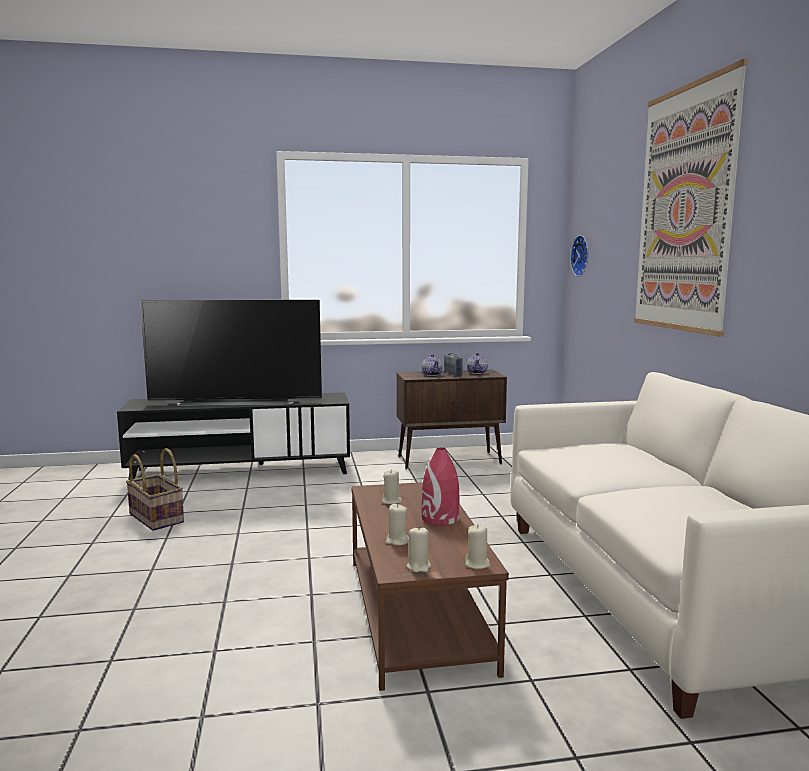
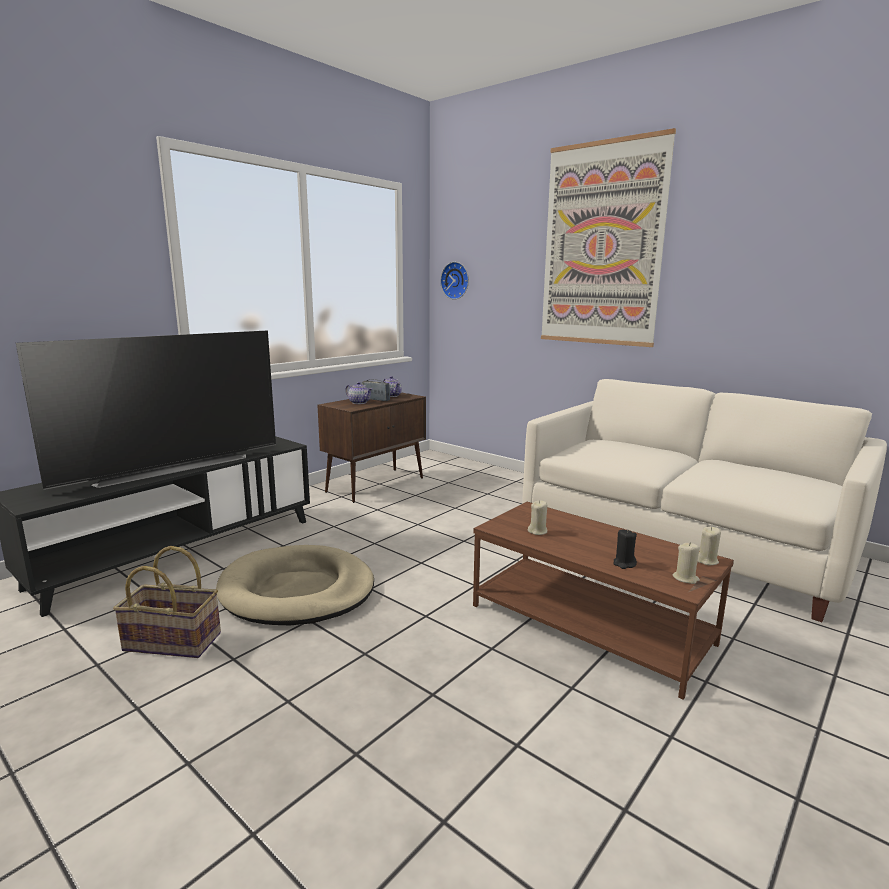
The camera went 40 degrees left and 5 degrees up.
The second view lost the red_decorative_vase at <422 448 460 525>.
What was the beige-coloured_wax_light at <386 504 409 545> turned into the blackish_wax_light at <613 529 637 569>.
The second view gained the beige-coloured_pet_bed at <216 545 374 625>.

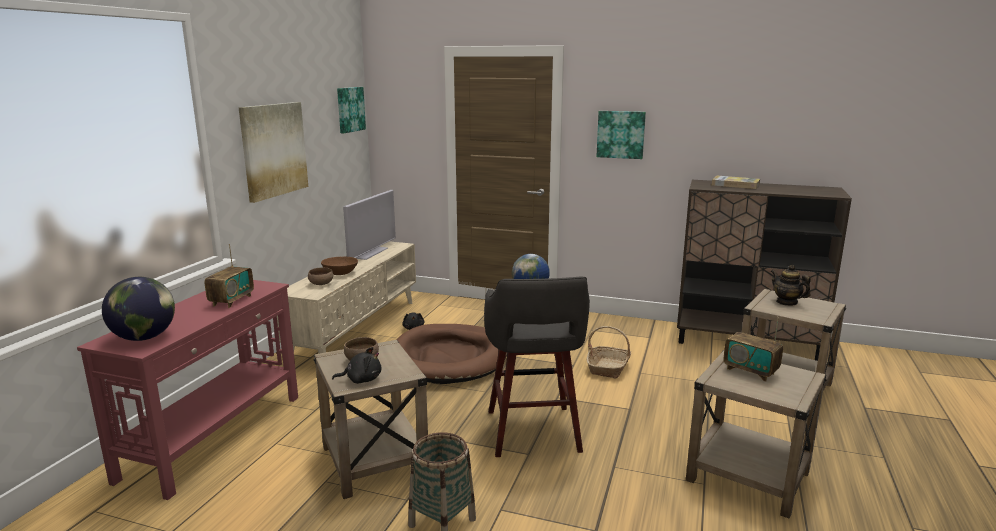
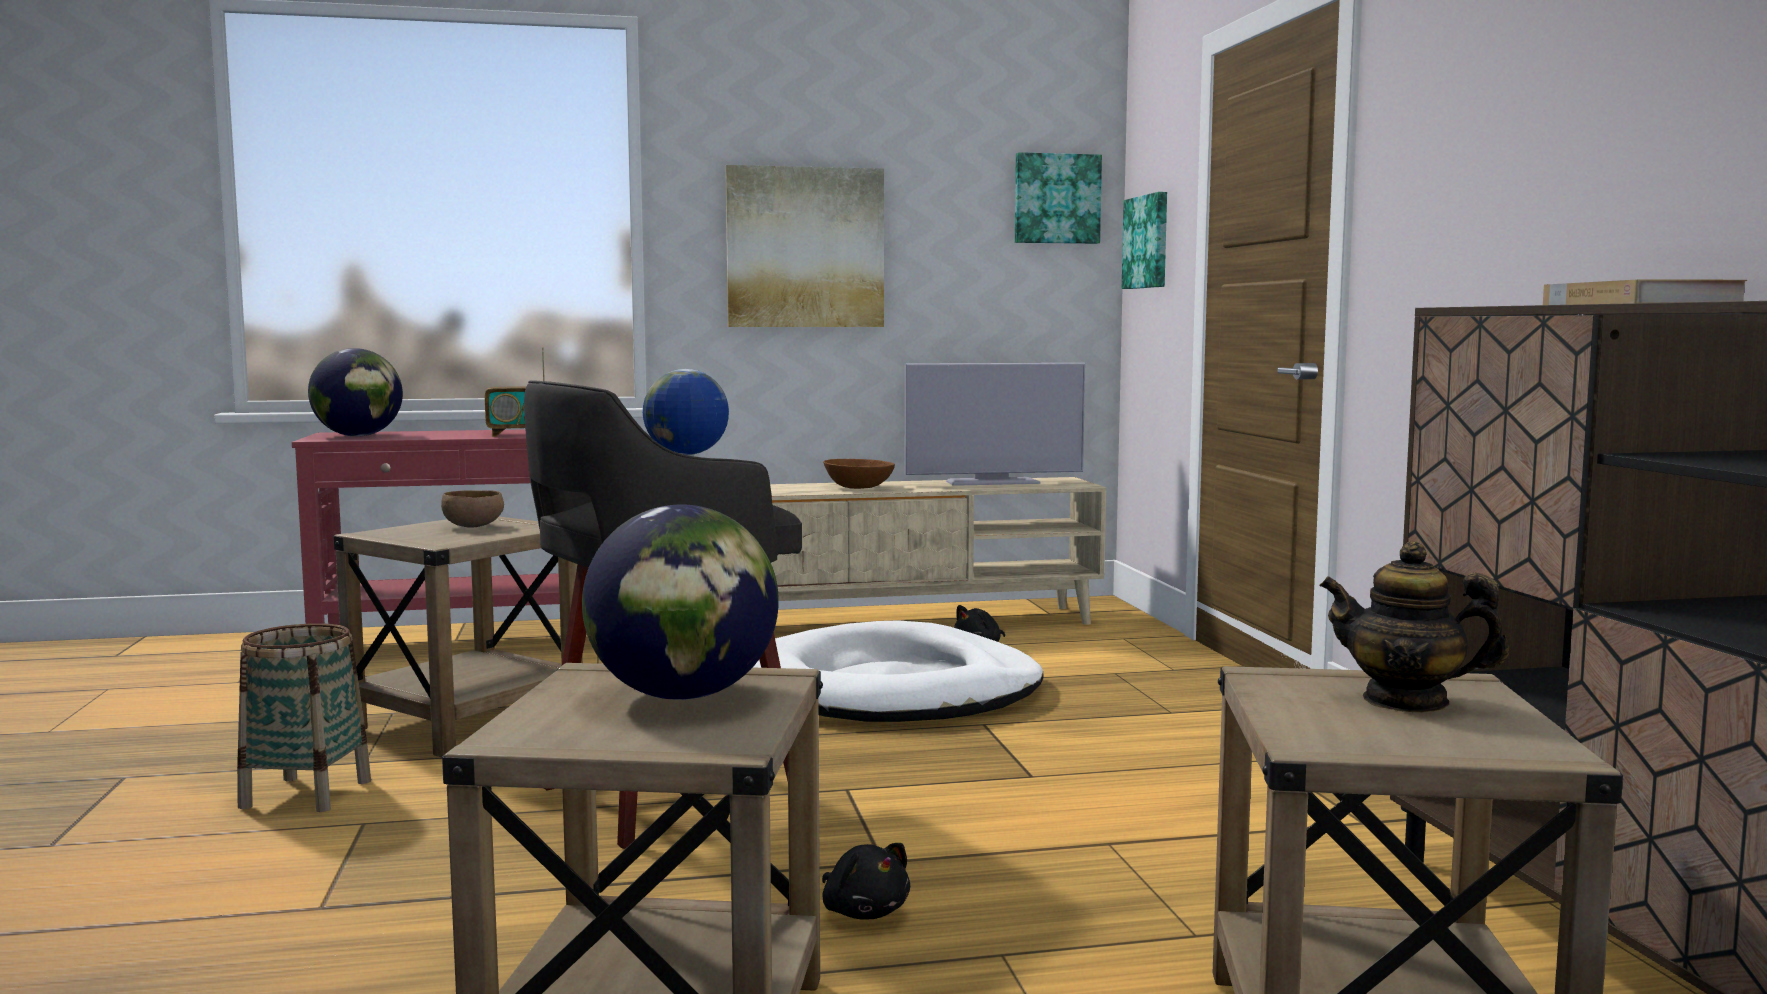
The camera went 60 degrees right and 10 degrees down.
The picture ended up elsewhere, having gone from <596 111 646 159> to <1122 192 1167 289>.
The teapot at <771 265 811 306> ended up facing another way, 90 degrees counterclockwise from before.
The second view lost the brown_deep_dish at <308 268 333 285>.
Where the radio_receiver stood at <723 317 783 381>, the desk_globe came to stand at <582 504 779 700>.
What was the brown_pet_bed at <397 324 507 384> turned into the white-coloured_pet_bed at <753 620 1043 722>.
The second view lost the storage_basket at <587 326 632 378>.
The blackish_cuddly_toy ended up elsewhere, having gone from <332 347 381 384> to <822 843 910 920>.

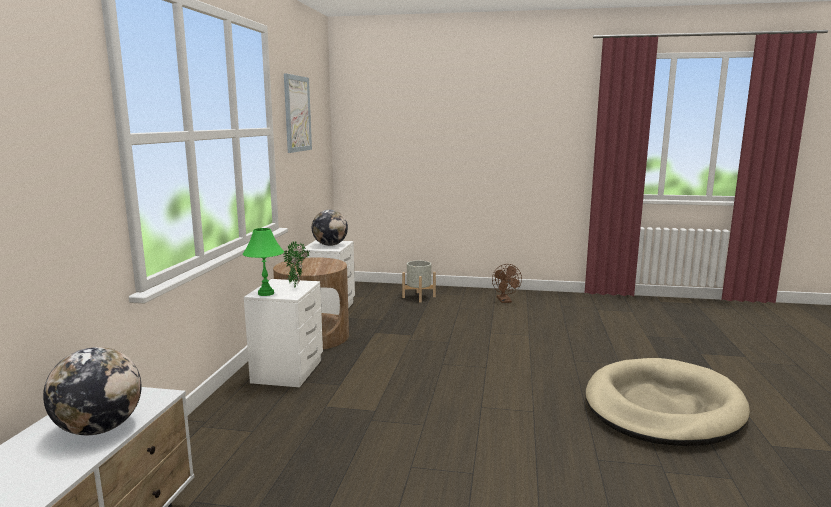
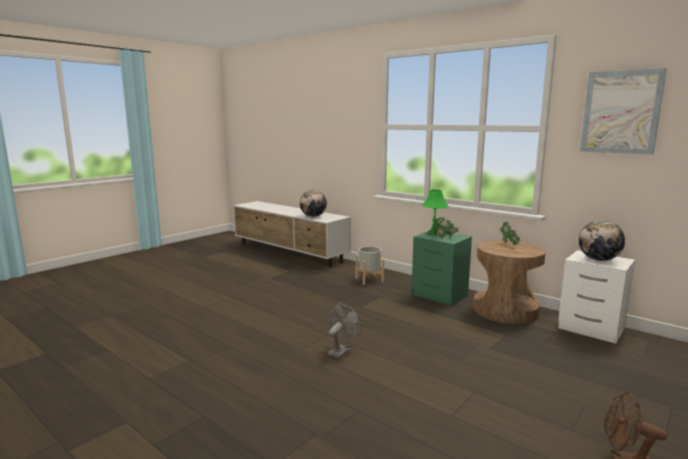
The camera went 120 degrees right and 0 degrees up.
The gray_flower_pot ended up elsewhere, having gone from <402 261 436 303> to <356 247 384 285>.
What was the white-coloured_nightstand at <244 279 323 387> turned into the green_nightstand at <412 231 472 306>.
The second view lost the beige-coloured_pet_bed at <586 358 750 446>.
The second view gained the gray_fan at <328 304 362 359>.

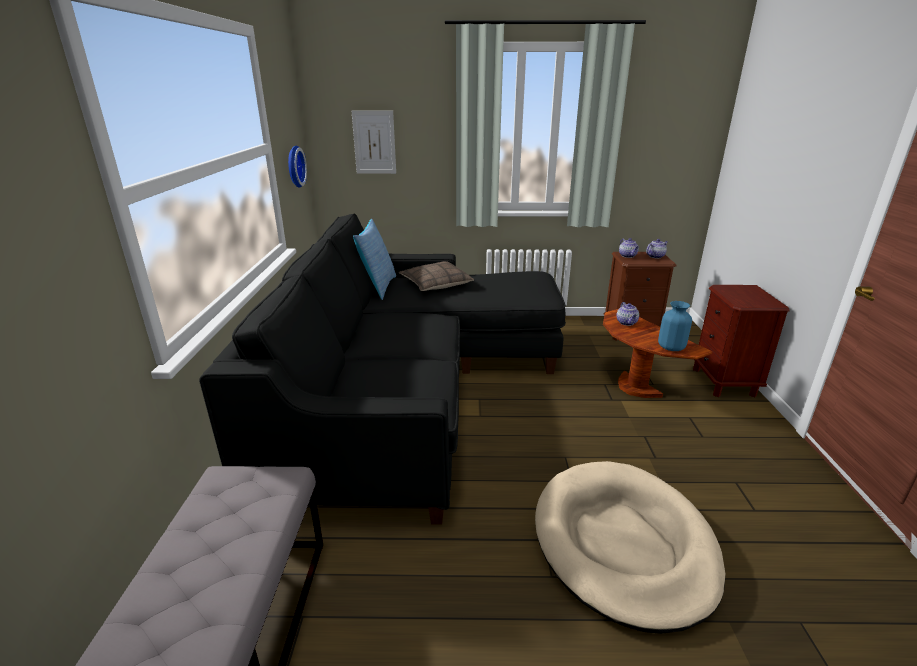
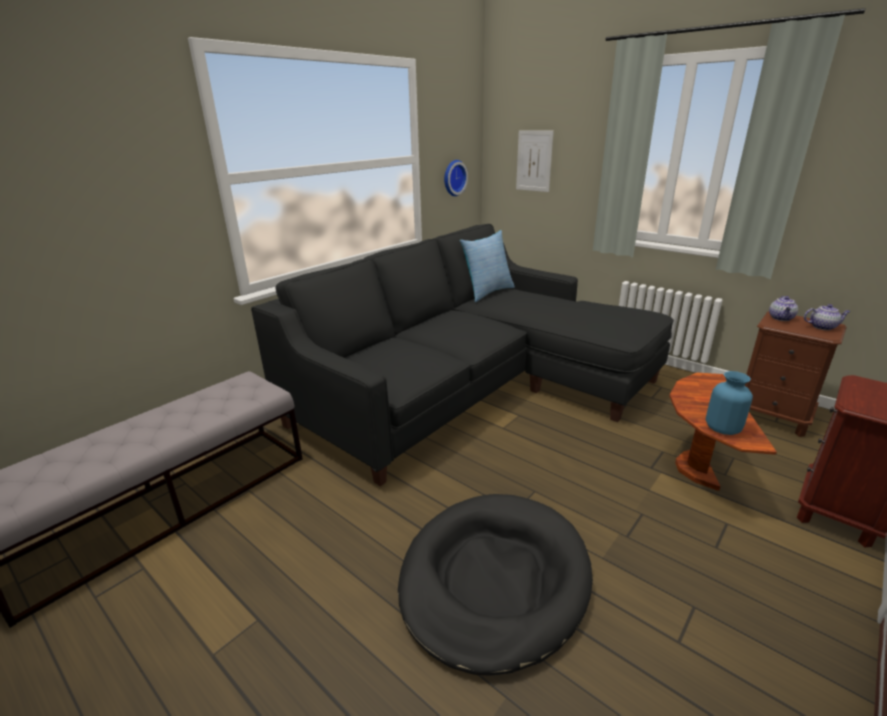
The camera went 40 degrees right and 0 degrees up.
The second view lost the cushion at <399 261 474 291>.
The second view lost the teapot at <616 302 639 326>.
What was the beige-coloured_pet_bed at <535 461 725 634> turned into the blackish_pet_bed at <398 494 593 676>.

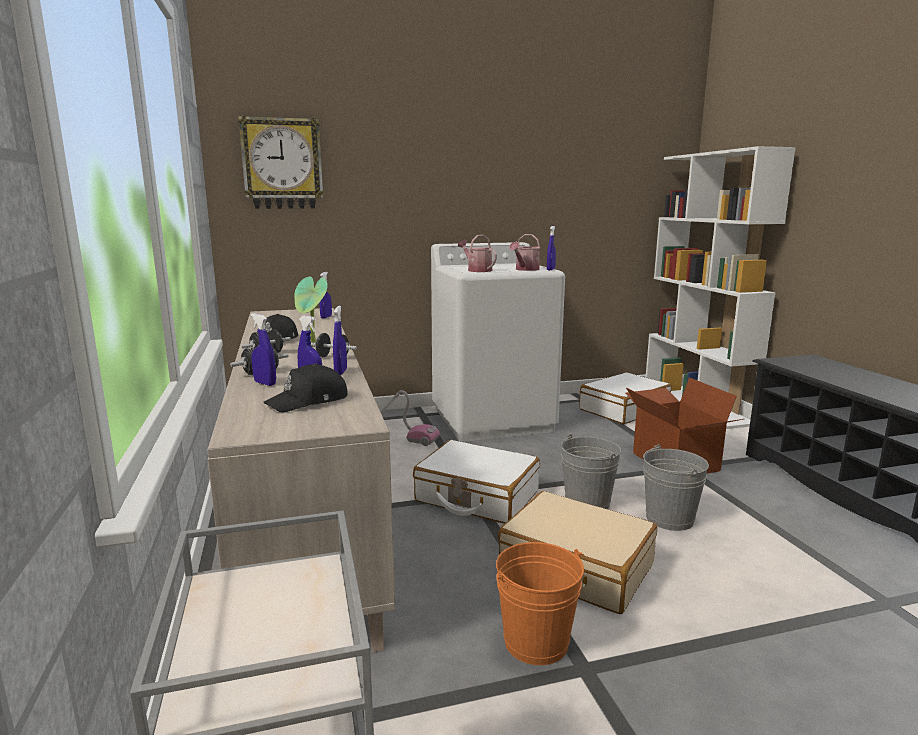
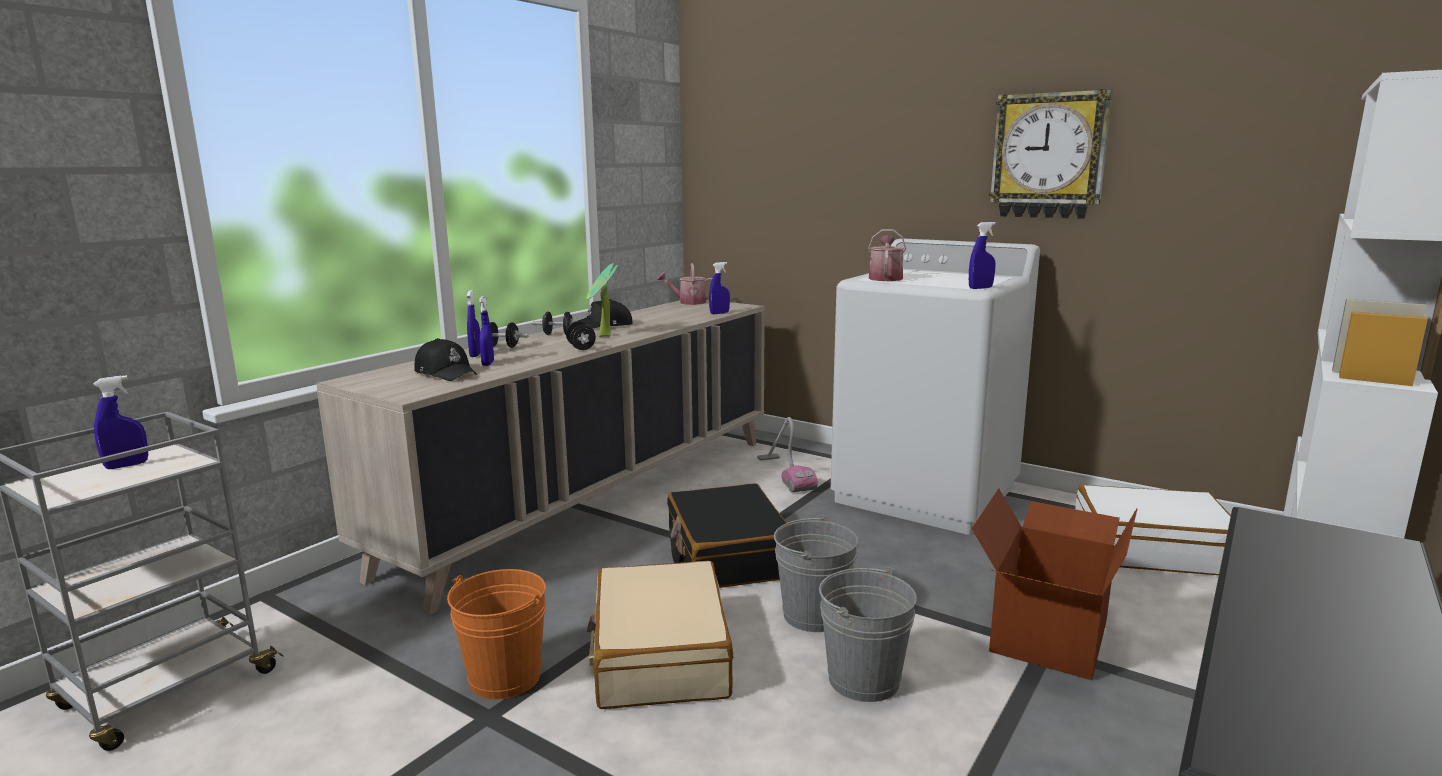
The camera went 50 degrees right and 0 degrees up.
The hanging_clock ended up elsewhere, having gone from <238 116 323 209> to <989 89 1113 219>.
The watering_pot ended up elsewhere, having gone from <509 234 541 271> to <656 263 712 305>.
The blue_sprayer ended up elsewhere, having gone from <333 306 347 375> to <93 375 148 469>.
The blackish_baseball_cap at <263 363 348 412> ended up facing another way, 150 degrees counterclockwise from before.
What was the white-coloured_piece_of_luggage at <413 440 540 524> turned into the blackish_piece_of_luggage at <667 483 787 588>.

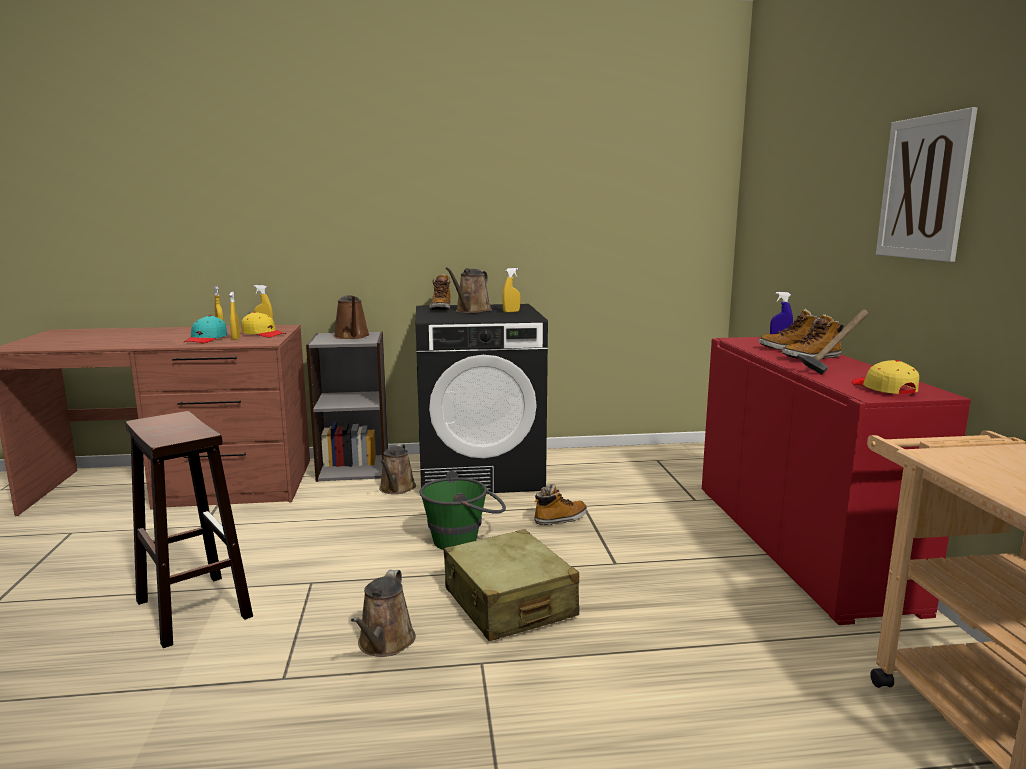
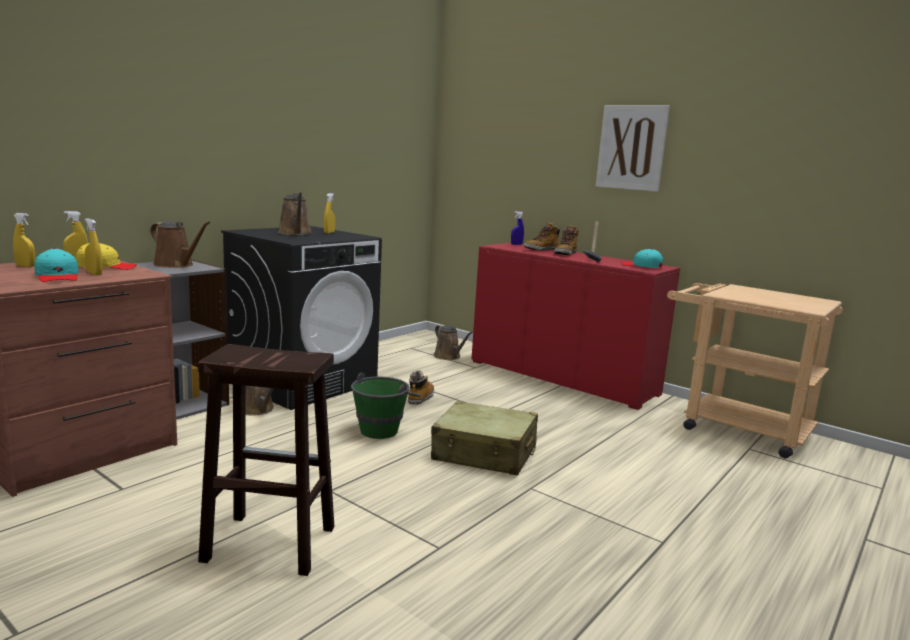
The camera went 45 degrees left and 0 degrees up.
The second view lost the tall_boot at <429 274 451 310>.
What was the yellowish_baseball_cap at <852 360 919 394> turned into the turquoise_baseball_cap at <622 249 663 268>.
The brown_watering_pot ended up elsewhere, having gone from <351 570 416 657> to <434 325 473 360>.

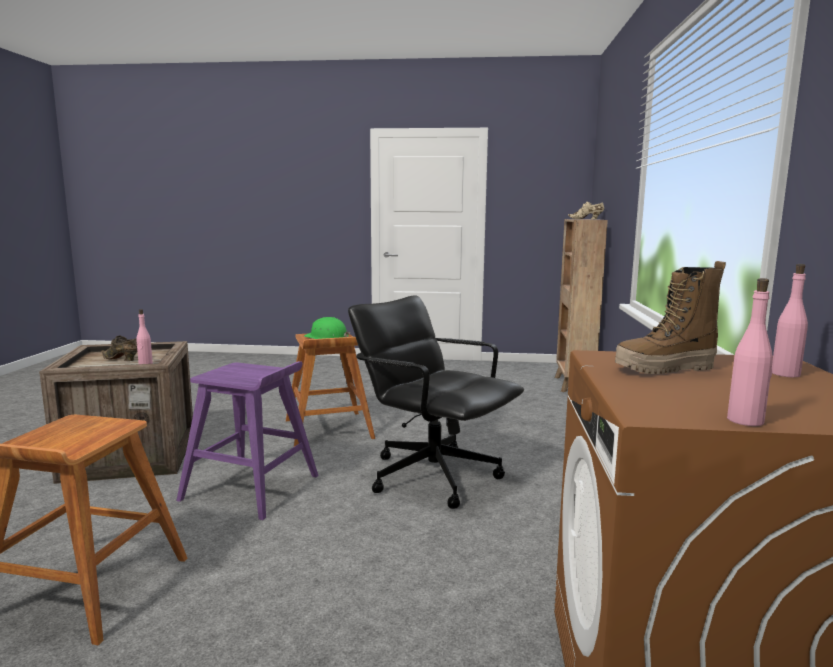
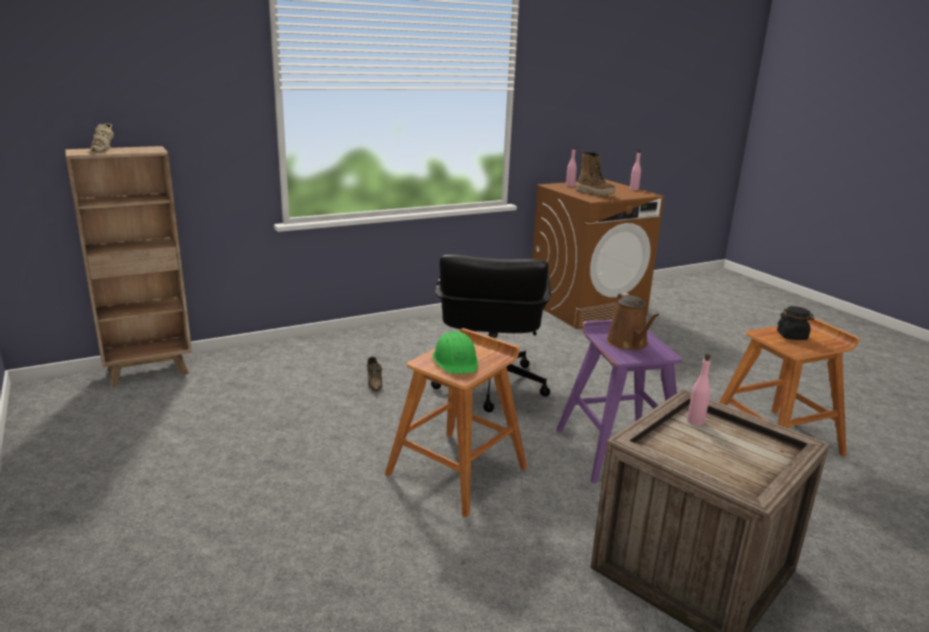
The camera went 125 degrees left and 10 degrees up.
The brown_item_of_footwear ended up elsewhere, having gone from <101 335 137 361> to <367 357 383 392>.
The second view gained the brown_watering_pot at <606 293 659 350>.
The second view gained the blackish_preserve_jar at <777 306 814 340>.

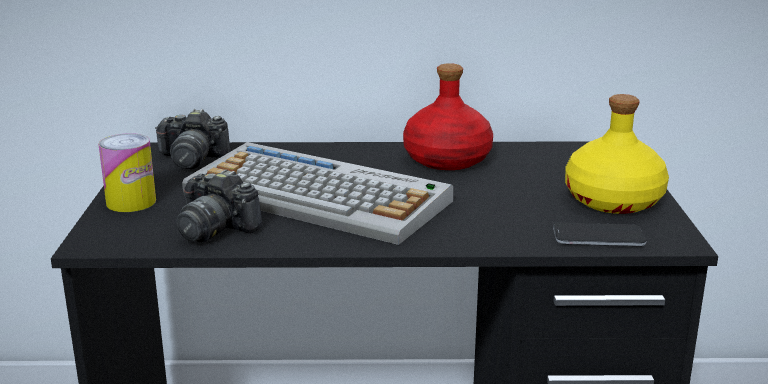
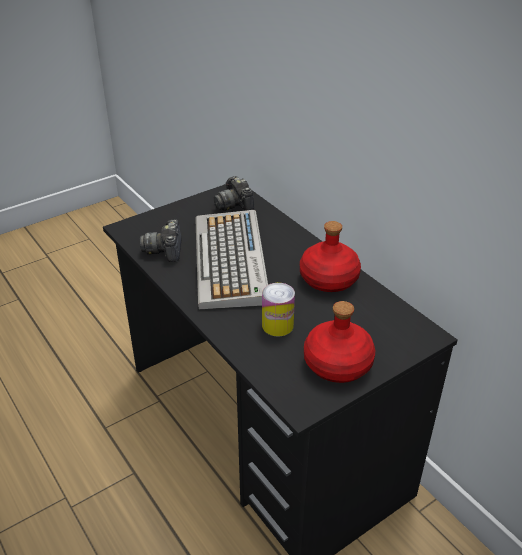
The camera went 55 degrees right and 15 degrees up.
What was the yellowish_drink_bottle at <565 94 669 214> turned into the red_drink_bottle at <304 301 375 383>.
The metal_can ended up elsewhere, having gone from <98 133 156 212> to <262 283 295 336>.
The second view lost the handset at <553 223 646 246>.

